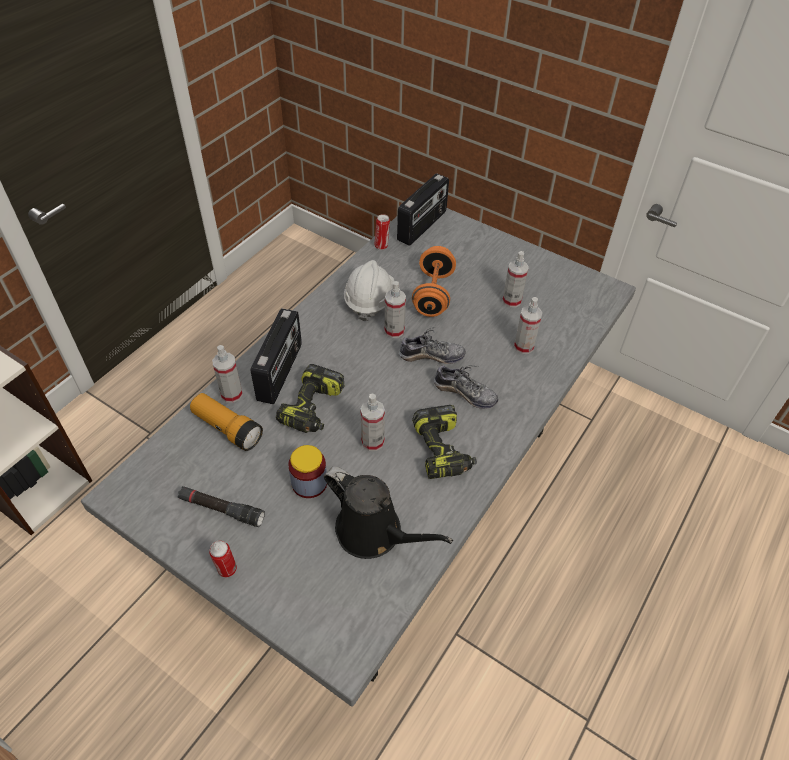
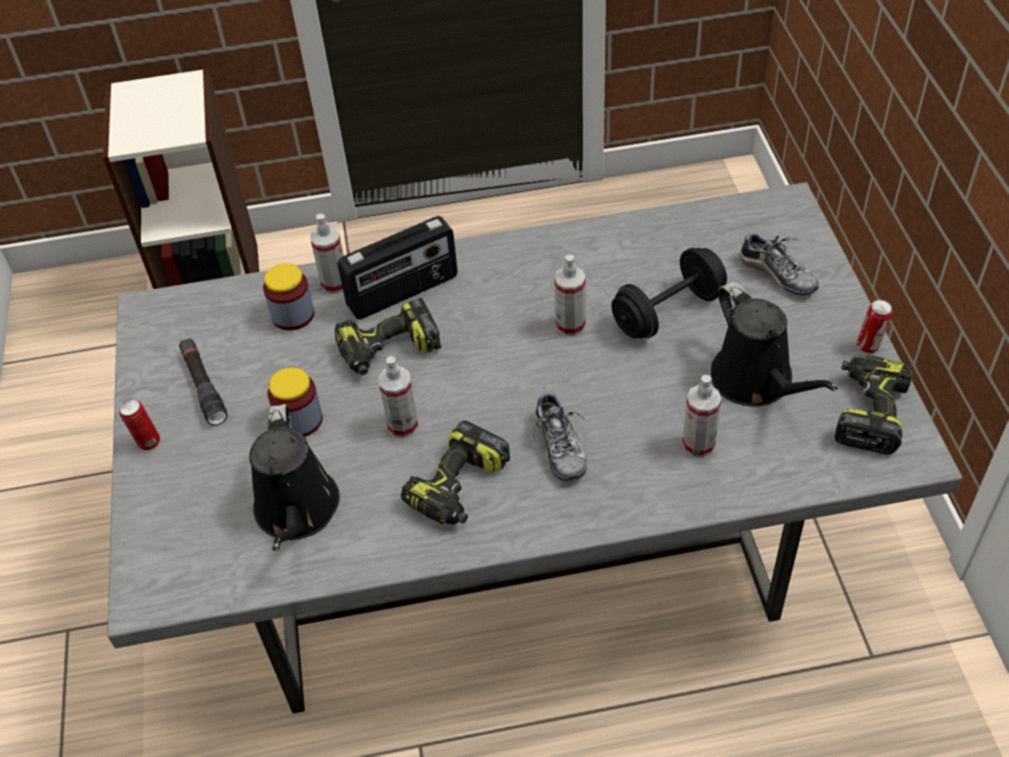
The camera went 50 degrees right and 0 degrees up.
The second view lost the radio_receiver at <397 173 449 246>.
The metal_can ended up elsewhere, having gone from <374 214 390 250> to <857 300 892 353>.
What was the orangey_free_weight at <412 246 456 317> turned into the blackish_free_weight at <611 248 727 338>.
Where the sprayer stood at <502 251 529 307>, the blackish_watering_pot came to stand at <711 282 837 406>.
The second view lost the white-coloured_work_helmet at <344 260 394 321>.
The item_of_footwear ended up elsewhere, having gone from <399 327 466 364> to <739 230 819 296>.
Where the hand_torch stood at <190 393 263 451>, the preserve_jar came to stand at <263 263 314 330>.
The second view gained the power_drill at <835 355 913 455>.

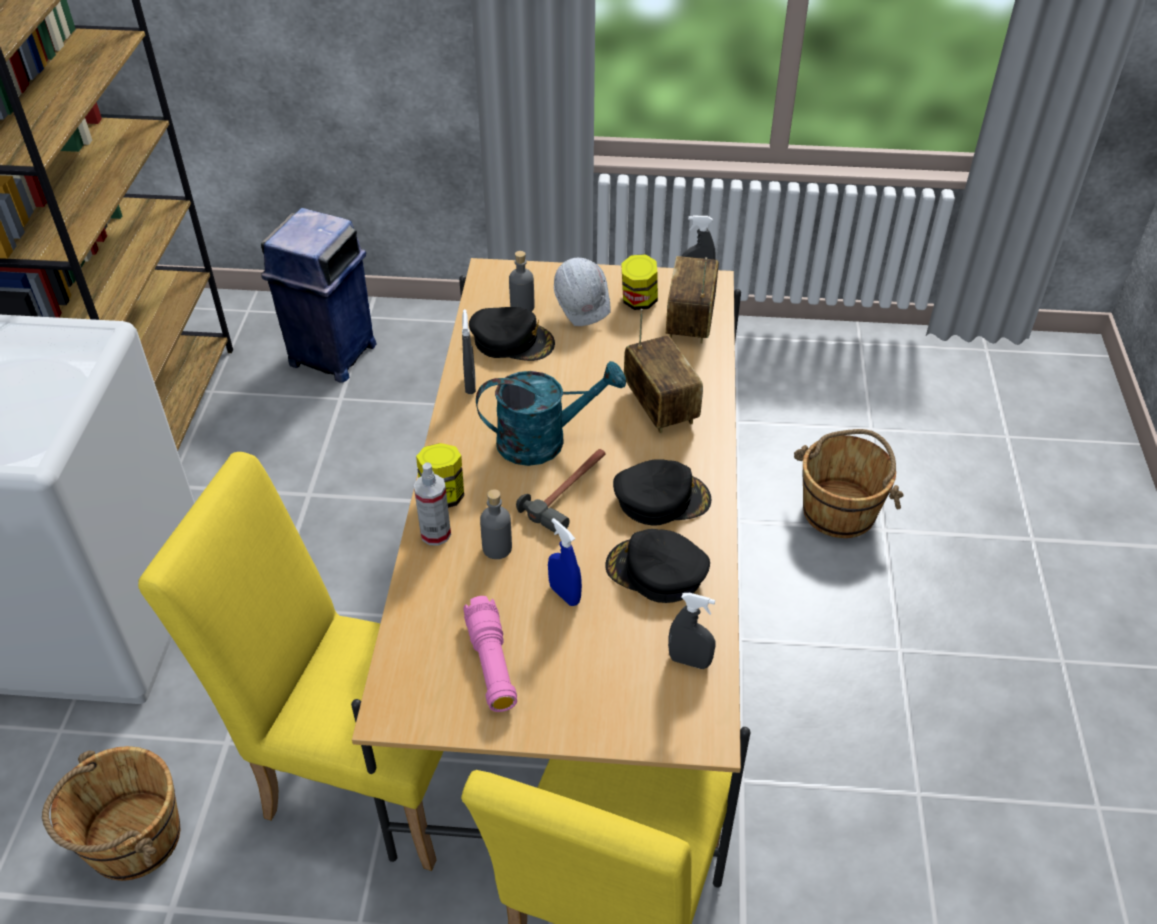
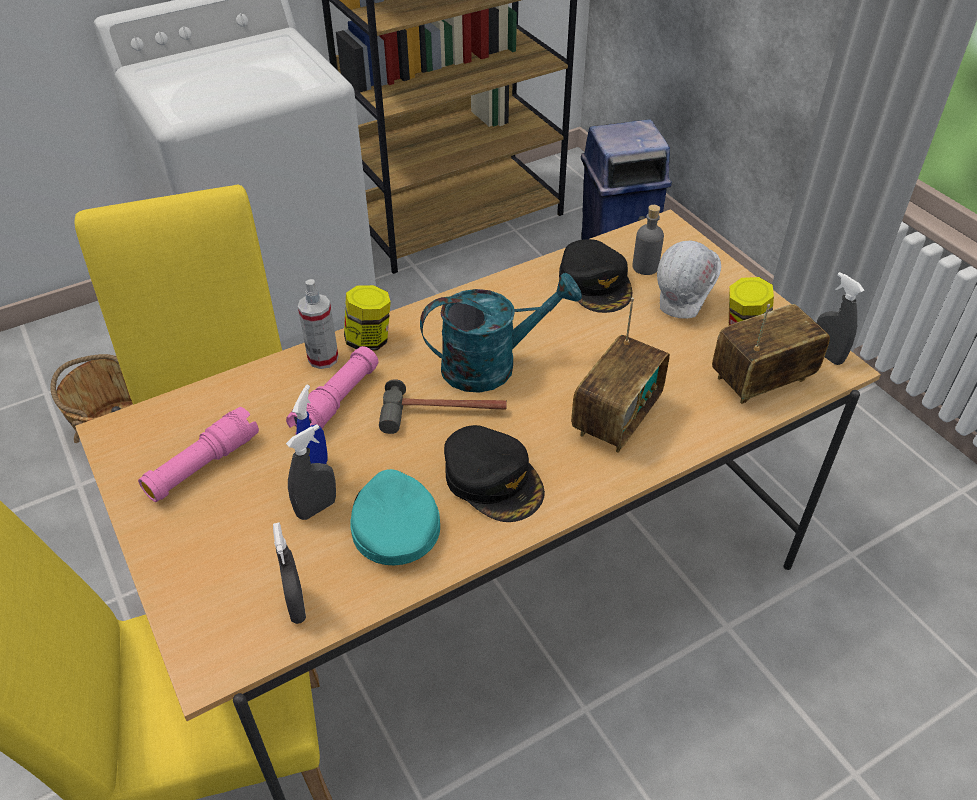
The camera went 55 degrees right and 0 degrees up.
The gray_sprayer ended up elsewhere, having gone from <462 309 476 394> to <286 424 336 520>.
The turquoise_watering_pot at <476 361 626 466> ended up facing another way, 60 degrees counterclockwise from before.
The second view lost the brown_bucket at <794 429 904 538>.
Where the gray_drink_bottle stood at <480 489 512 559>, the pinkish_hand_torch came to stand at <286 346 379 434>.
What was the blackish_baseball_cap at <605 529 710 603> turned into the turquoise_baseball_cap at <350 469 440 565>.

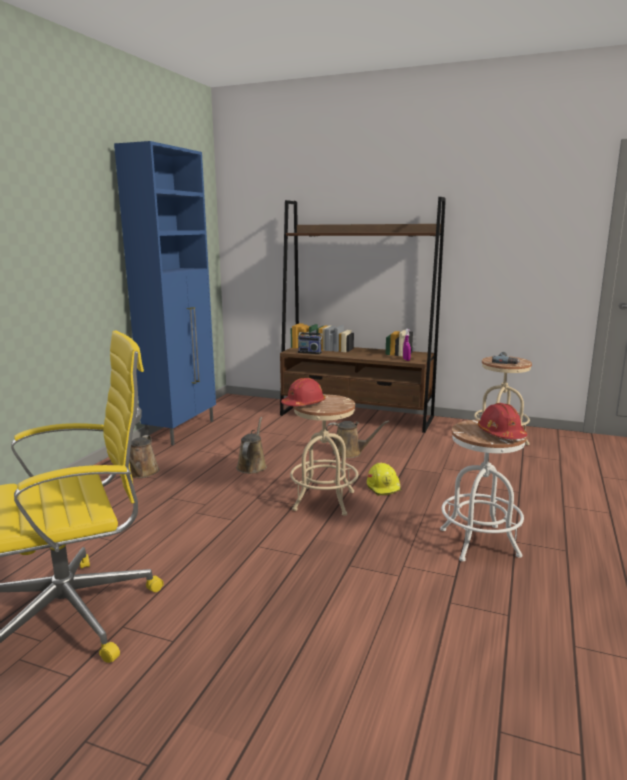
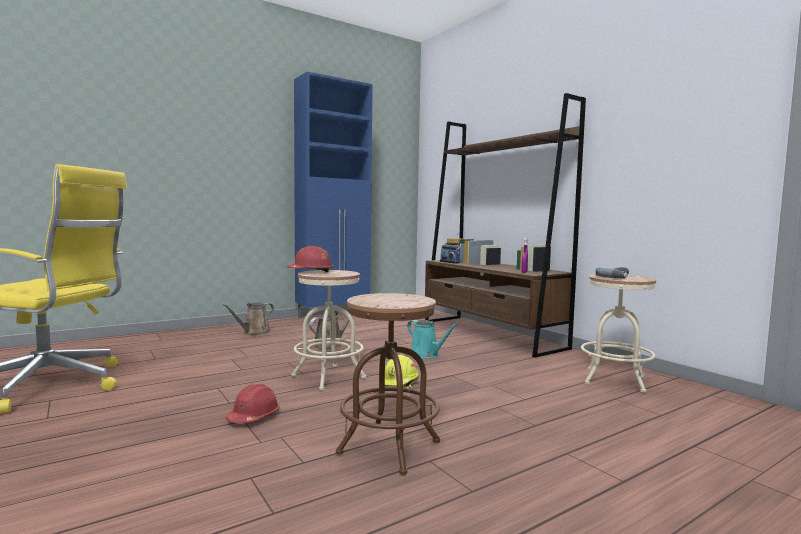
The camera went 35 degrees right and 10 degrees down.
The red_work_helmet ended up elsewhere, having gone from <478 403 527 439> to <226 384 280 423>.
What was the brown_watering_pot at <326 420 389 458> turned into the turquoise_watering_pot at <407 320 458 358>.
What was the white-coloured_stool_seat at <440 420 527 561> turned into the brown_stool_seat at <336 293 440 475>.

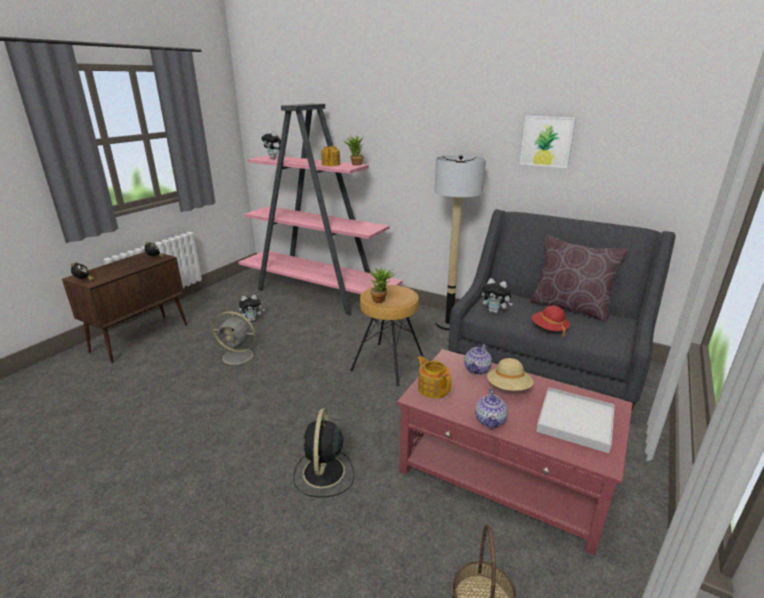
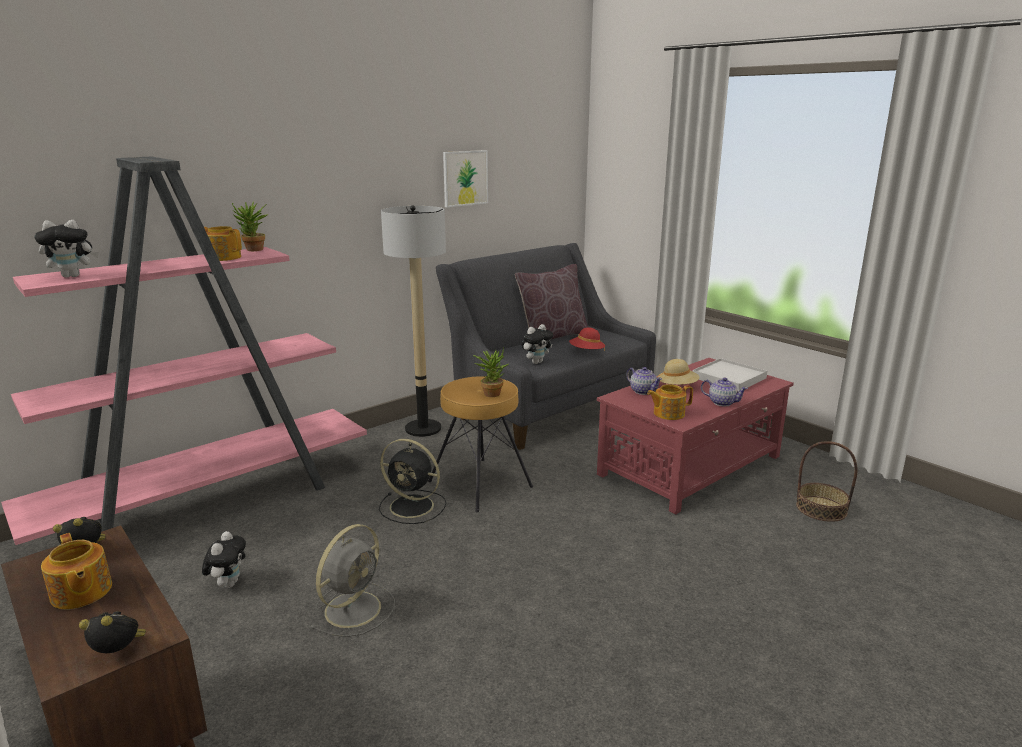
The camera went 70 degrees left and 5 degrees down.
The blackish_fan ended up elsewhere, having gone from <293 408 354 497> to <379 439 446 524>.
The second view gained the teapot at <41 533 112 610>.

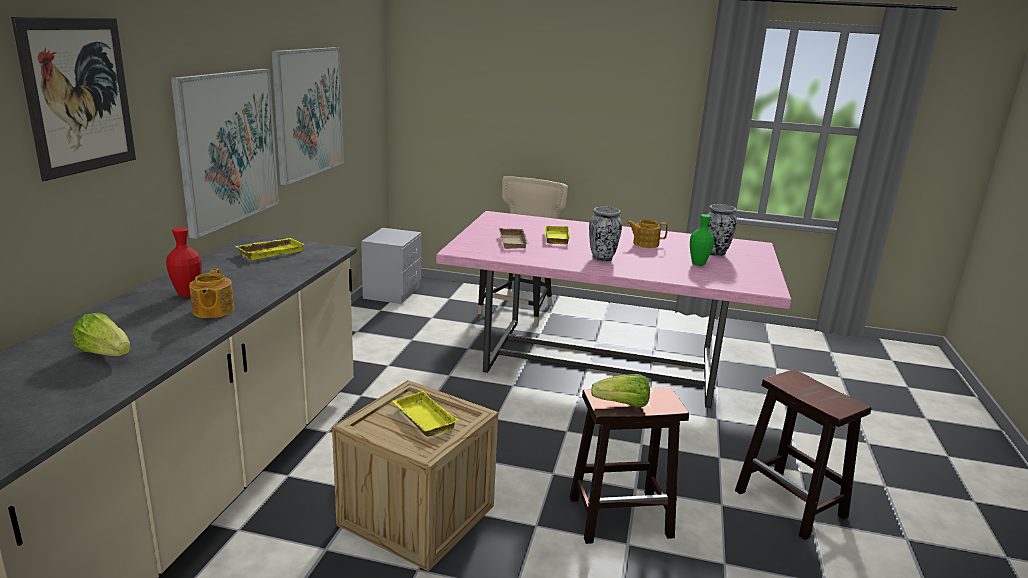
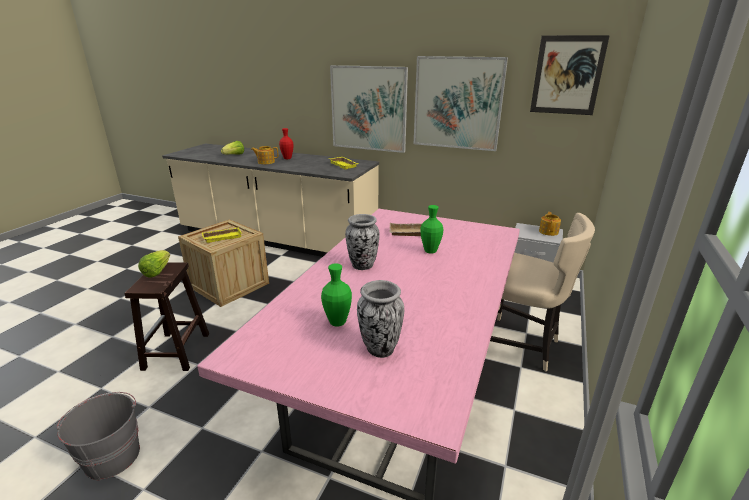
The camera went 100 degrees right and 5 degrees up.
The picture ended up elsewhere, having gone from <11 17 136 181> to <530 35 610 115>.
The teapot ended up elsewhere, having gone from <627 220 668 248> to <539 212 561 236>.
Where the yellowish_carrying_tray stood at <544 226 570 244>, the green_decorative_vase came to stand at <420 205 443 254>.
Where the brown_stool_seat stood at <735 369 872 540>, the gray_bucket came to stand at <57 392 140 480>.

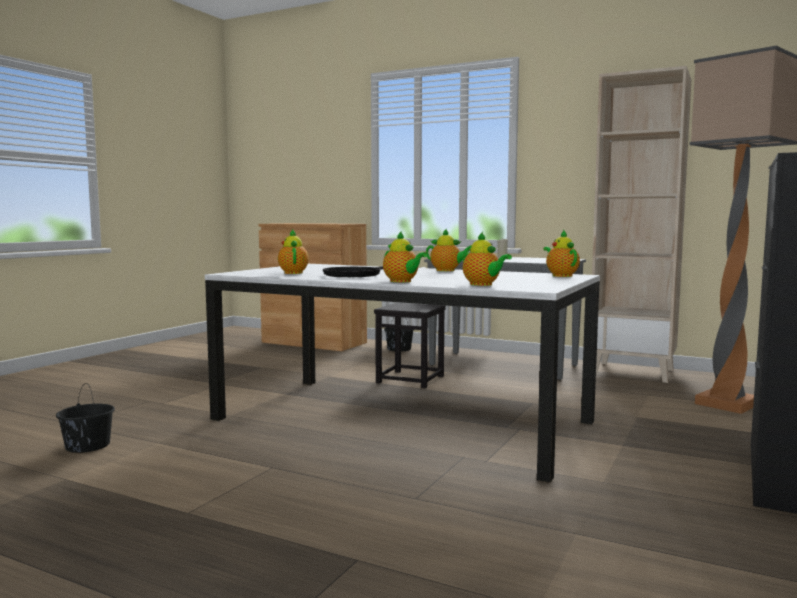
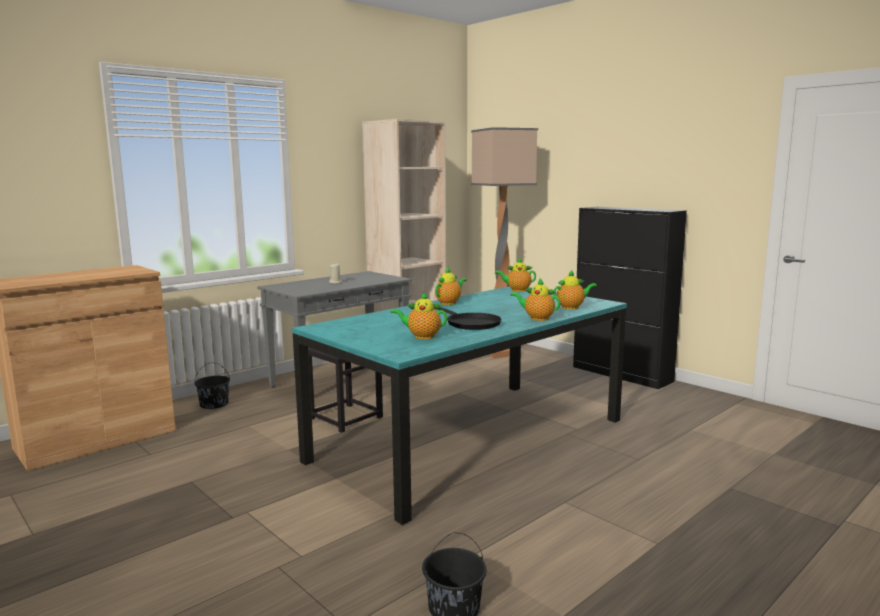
The camera went 70 degrees left and 5 degrees up.
The teapot at <383 232 427 282> ended up facing another way, 135 degrees counterclockwise from before.
What was the white-coloured_dinner_table at <205 264 600 483> turned into the turquoise_dinner_table at <292 287 627 525>.

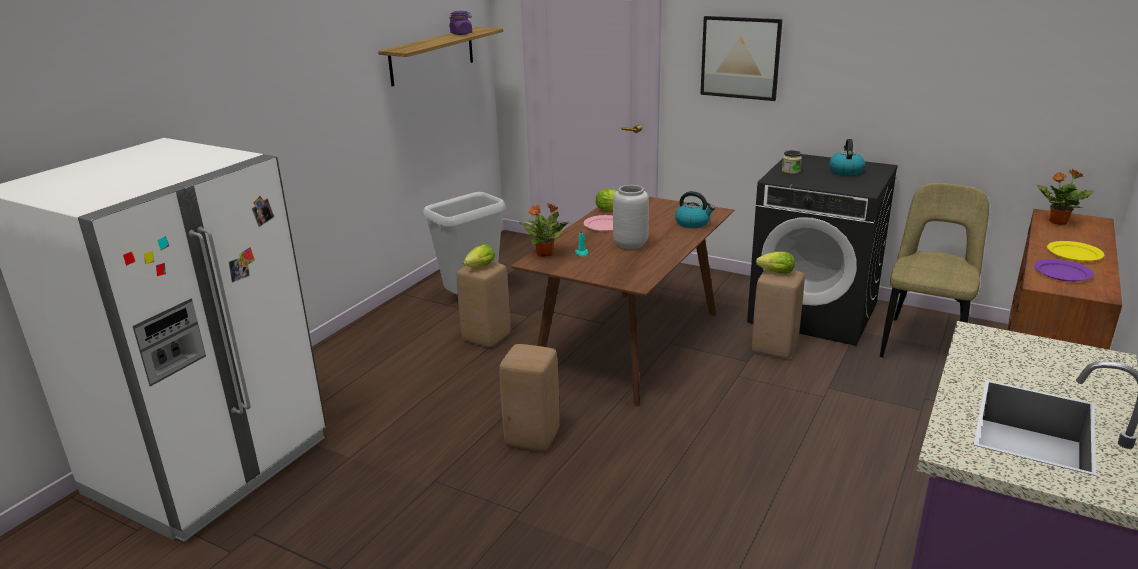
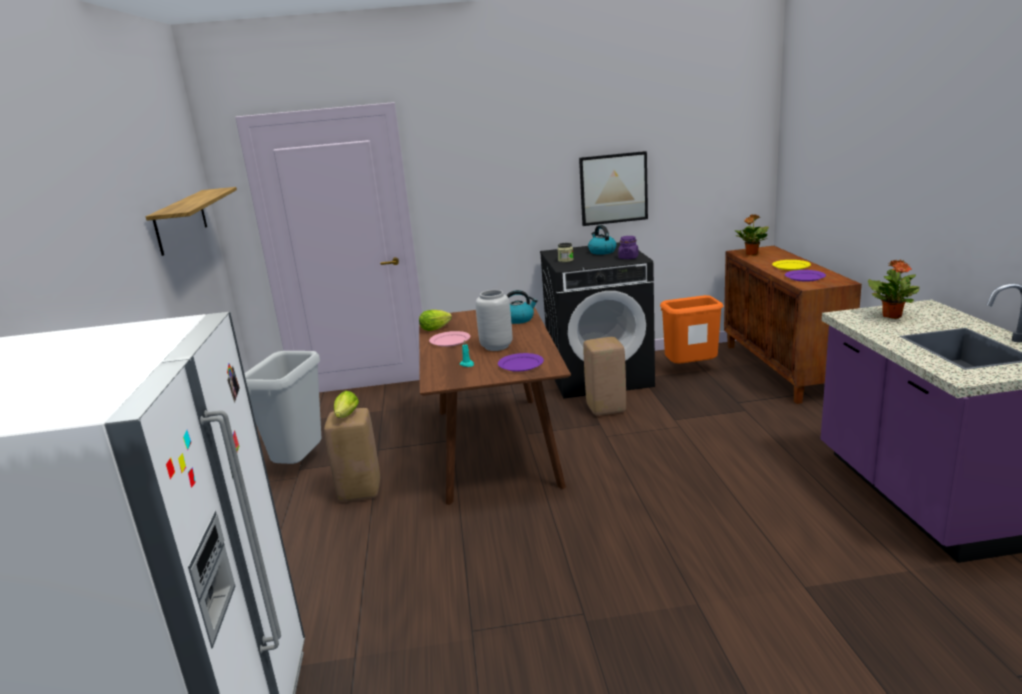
The camera went 35 degrees left and 5 degrees down.
The purple-coloured_preserve_jar ended up elsewhere, having gone from <449 11 472 35> to <618 236 639 259>.
The picture ended up elsewhere, having gone from <700 16 782 101> to <579 151 648 226>.
Where the beige-coloured_plain_chair stood at <880 183 989 357>, the orangey_rubbish_bin came to stand at <660 295 723 364>.
The potted_plant ended up elsewhere, having gone from <519 204 569 257> to <868 259 919 319>.
The second view lost the lettuce_head at <756 251 795 274>.
The second view lost the beige-coloured_stool_seat at <499 344 560 451>.
The second view gained the purple-coloured_plate at <498 353 544 372>.

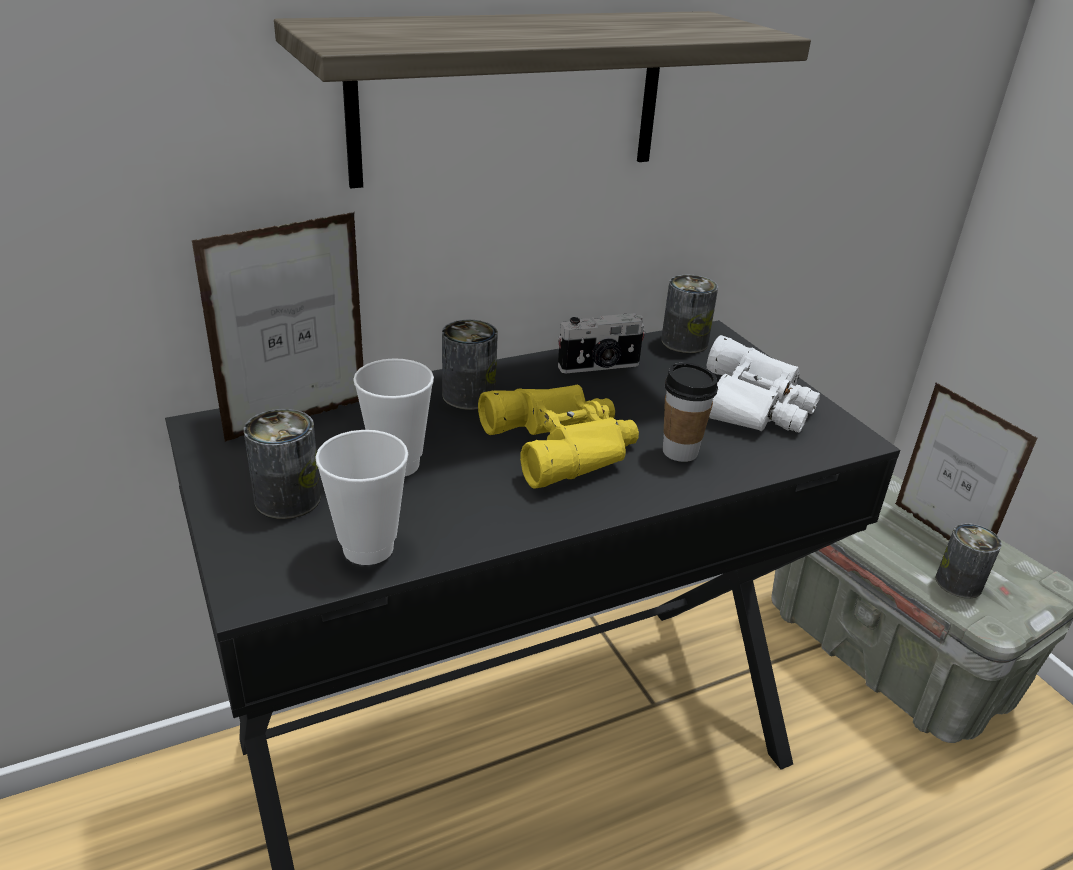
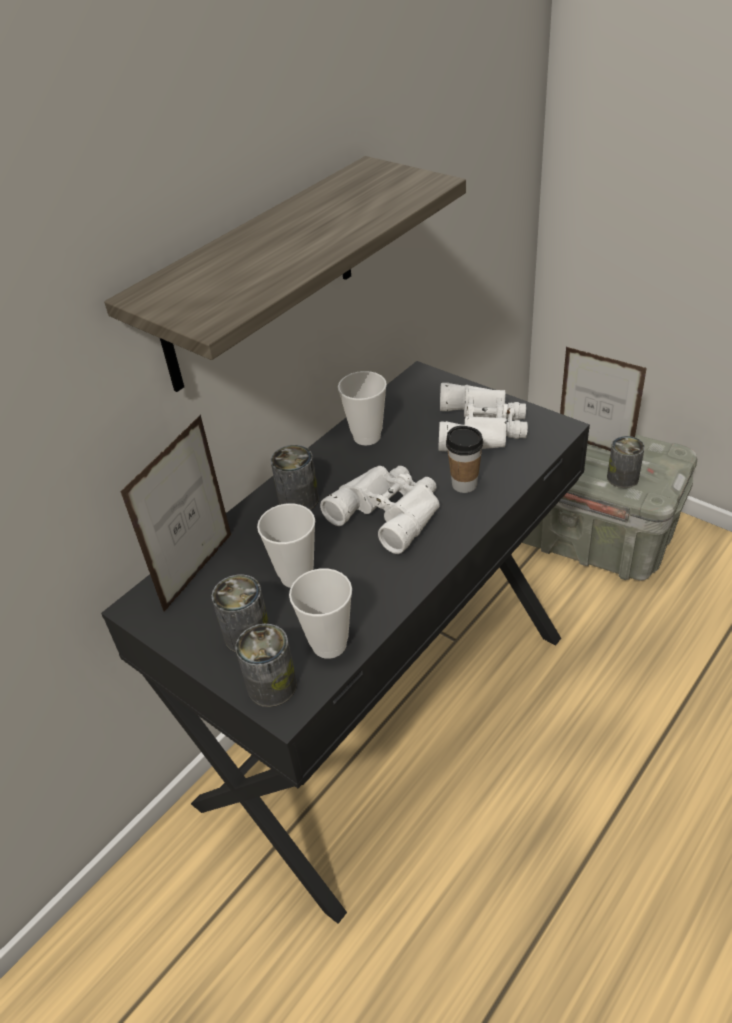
The camera went 20 degrees left and 10 degrees up.
The metal_can ended up elsewhere, having gone from <661 275 718 353> to <236 624 297 707>.
Where the photo_camera stood at <558 313 645 373>, the cup came to stand at <338 371 387 446>.
What was the yellowish_field_glasses at <478 384 639 489> turned into the white-coloured_field_glasses at <320 466 440 554>.

